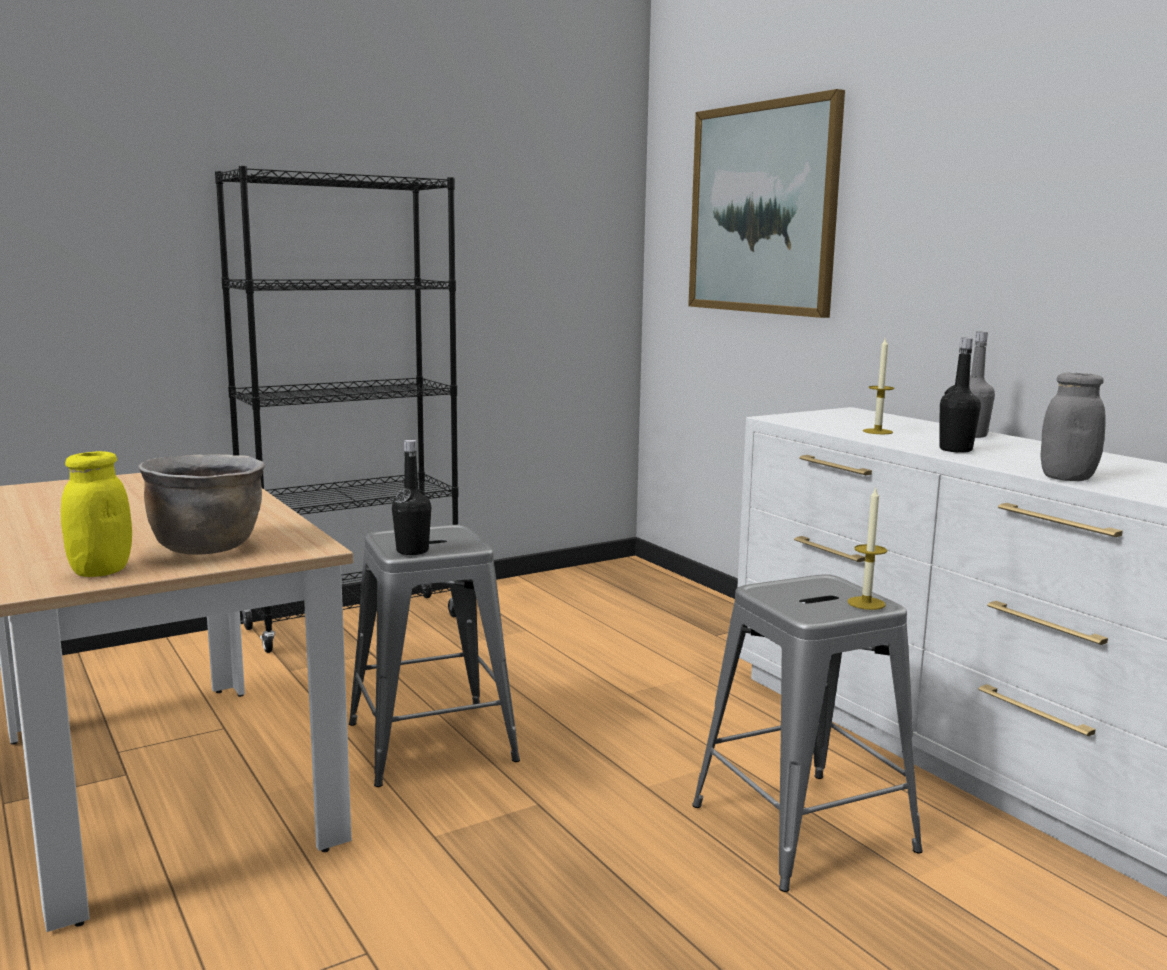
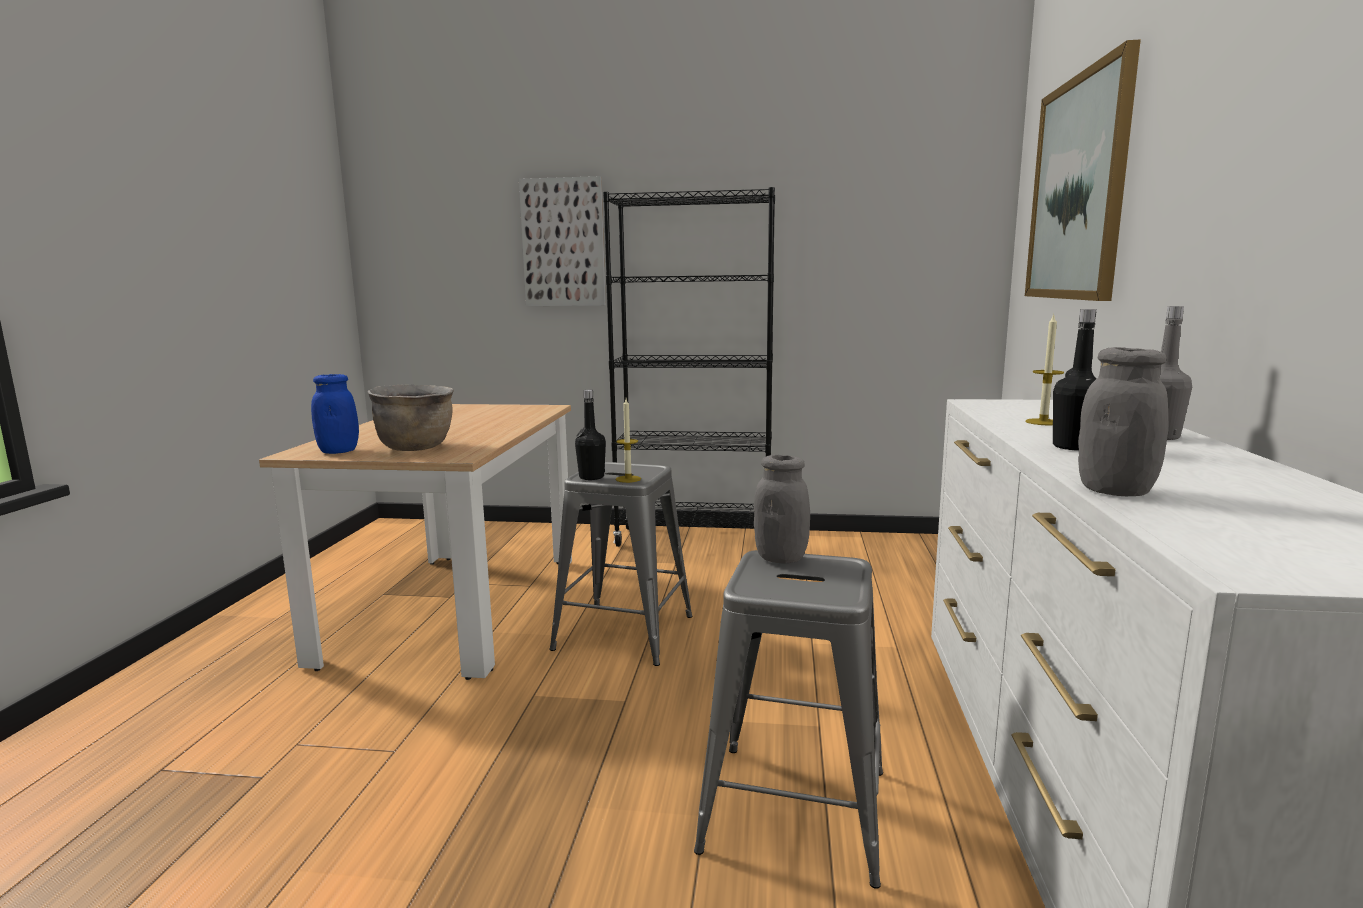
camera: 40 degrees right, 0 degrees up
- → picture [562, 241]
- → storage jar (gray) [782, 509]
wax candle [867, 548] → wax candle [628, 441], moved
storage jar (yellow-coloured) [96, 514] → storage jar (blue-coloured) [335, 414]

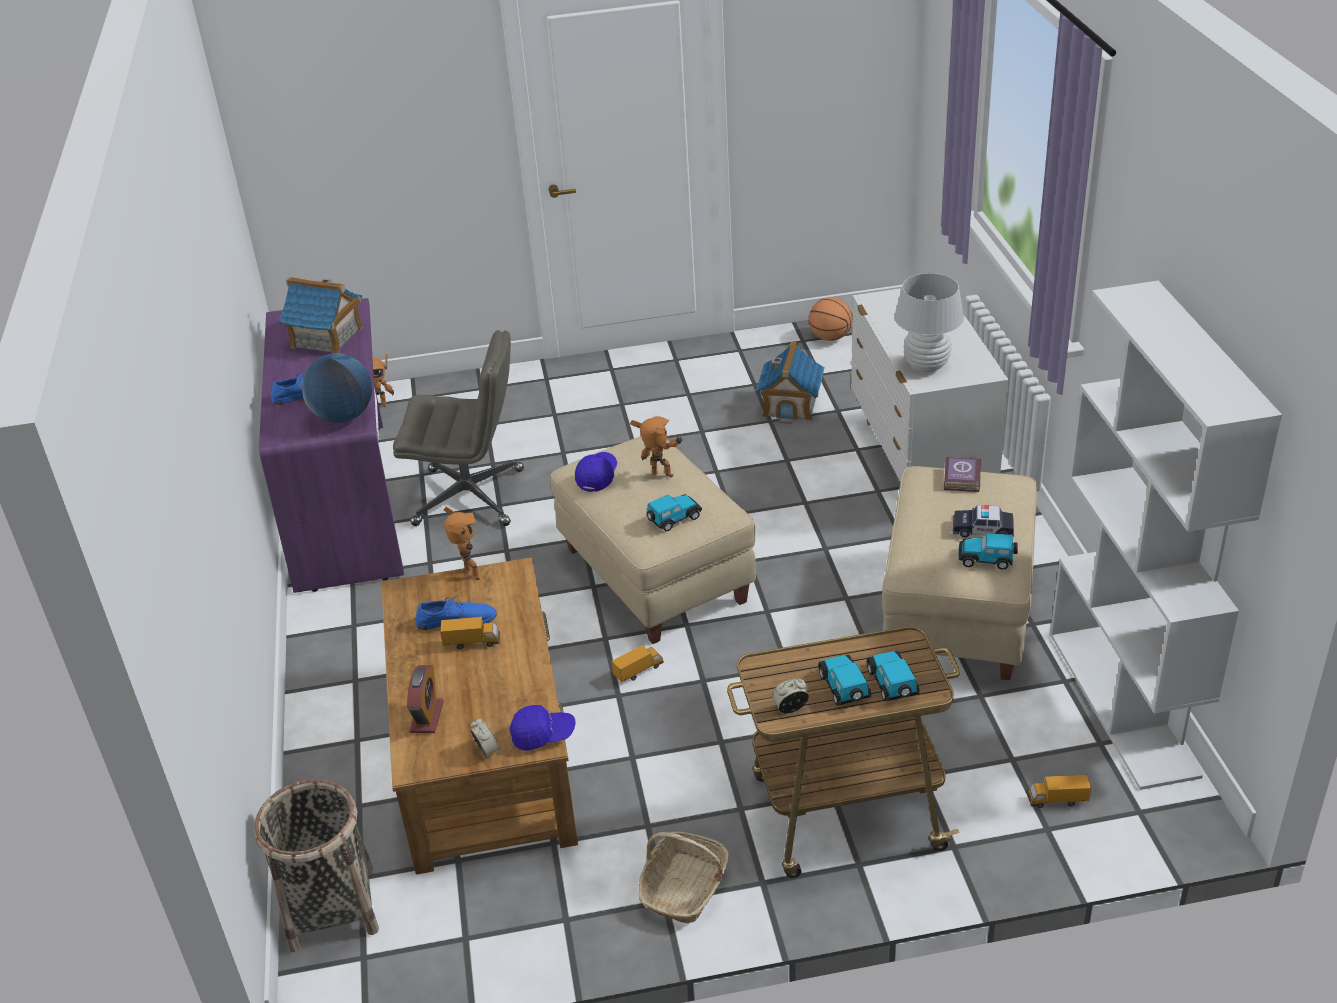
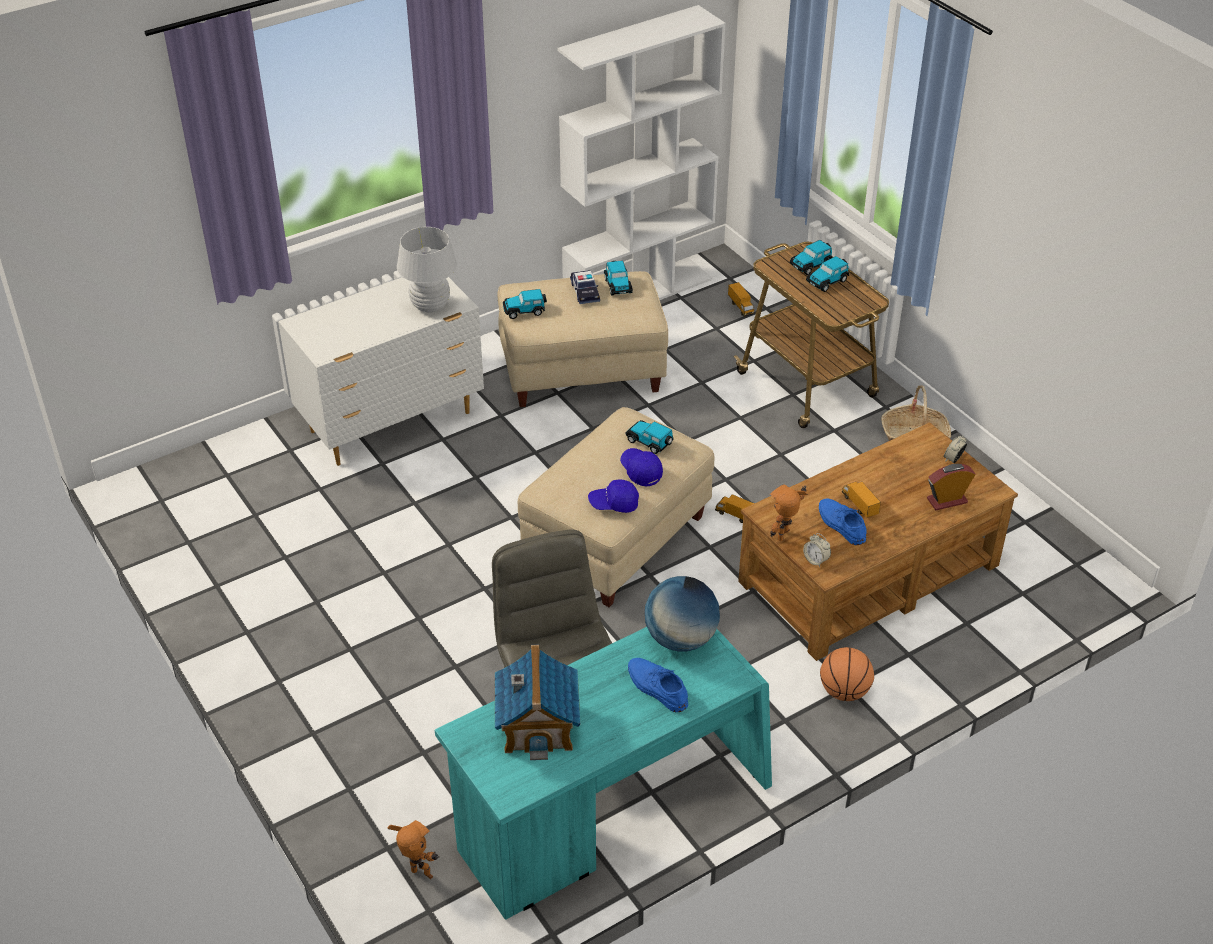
camera: 115 degrees left, 5 degrees up
storage basket [316, 865] → -
robot figure [657, 447] → -
model house [790, 382] → -
cap (blue-coloured) [542, 728] → cap (blue-coloured) [641, 467], moved
alarm clock [790, 695] → alarm clock [817, 550], moved
ball for basketball [831, 319] → ball for basketball [847, 674], moved
volume [962, 474] → toy car [525, 304]
desk unit (purplish) [331, 445] → desk unit (turquoise) [603, 773]

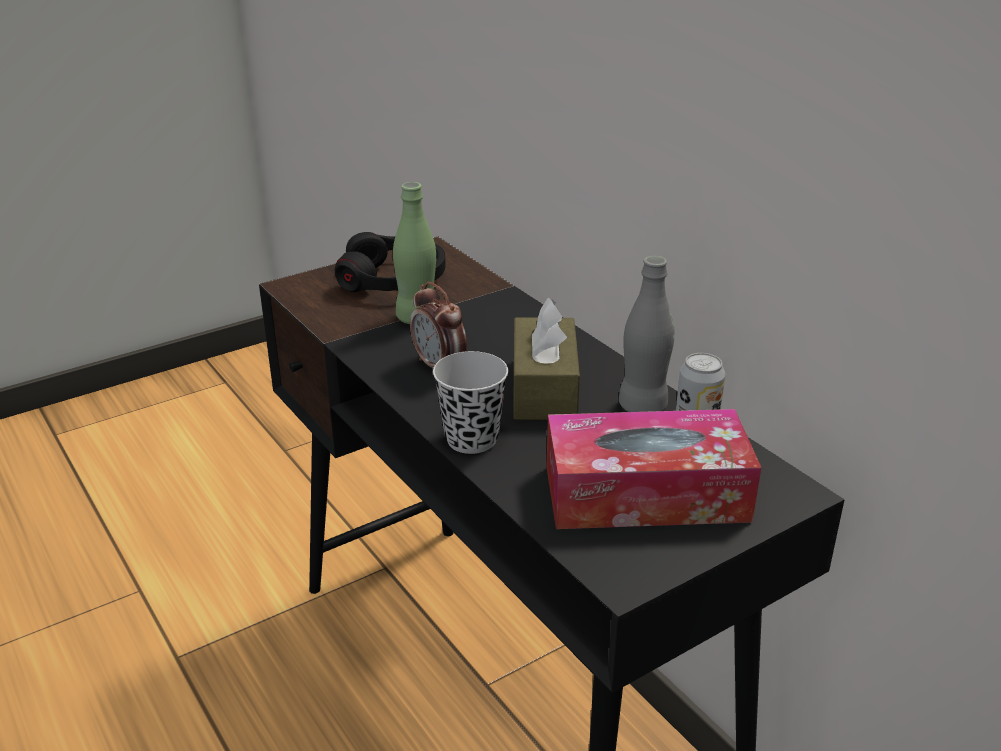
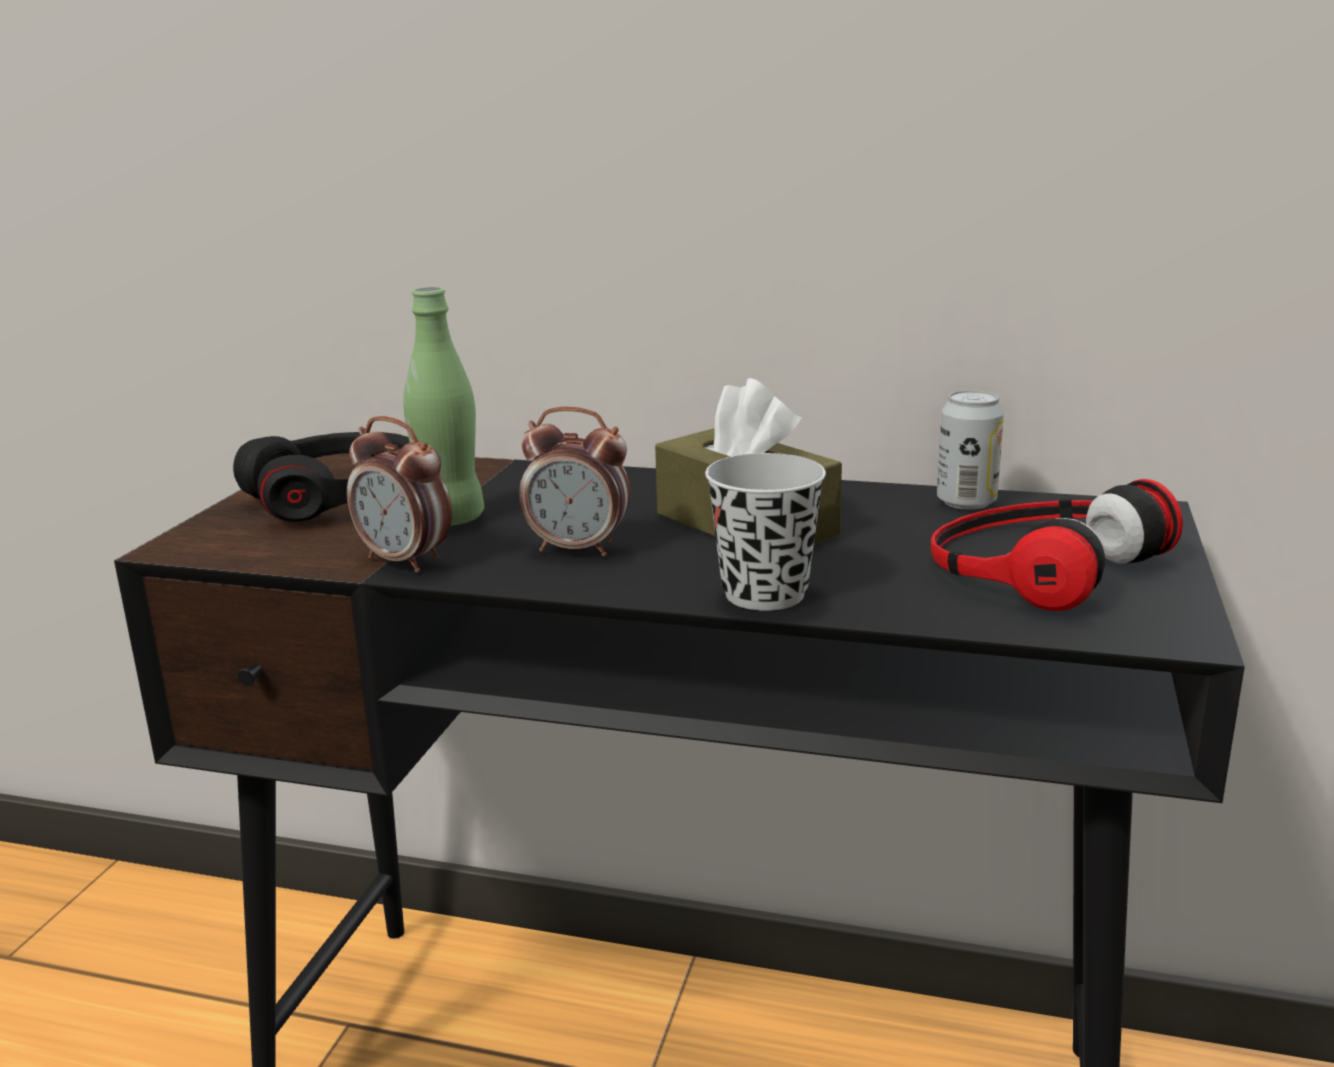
camera: 40 degrees left, 10 degrees down
beverage bottle (gray) [646, 334] → -
- → alarm clock [399, 494]
tissue box [654, 469] → pair of headphones [1057, 545]

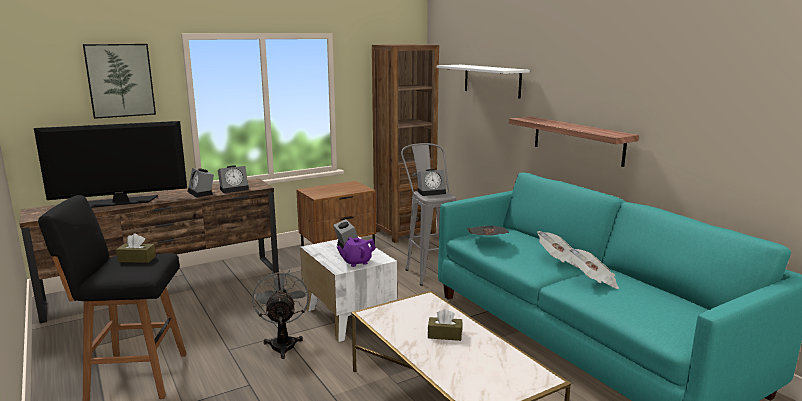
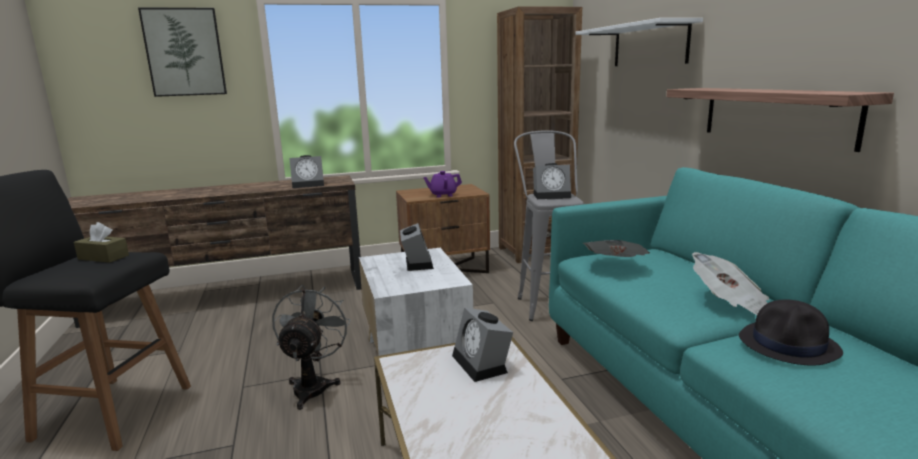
camera: 15 degrees right, 0 degrees up
TV [110, 164] → -
tissue box (brownish) [445, 325] → -
alarm clock [201, 182] → alarm clock [482, 345], moved
teapot (purplish) [356, 252] → teapot (purplish) [442, 184], moved
daily paper [593, 268] → clothing hat (black) [791, 333]

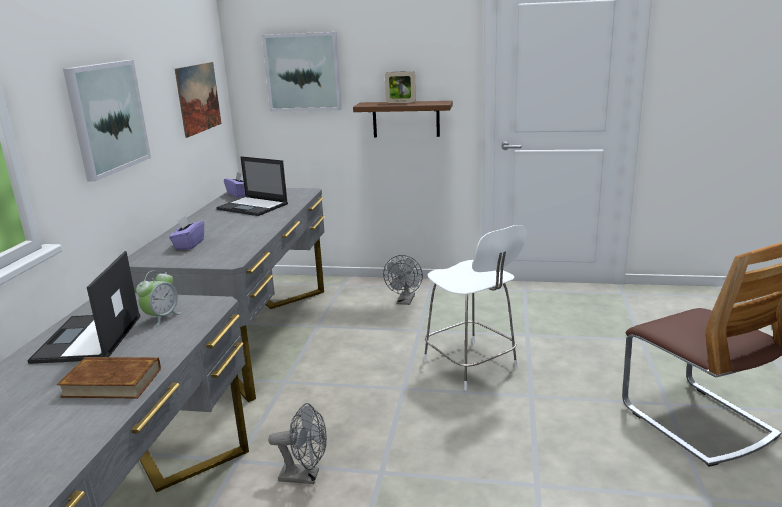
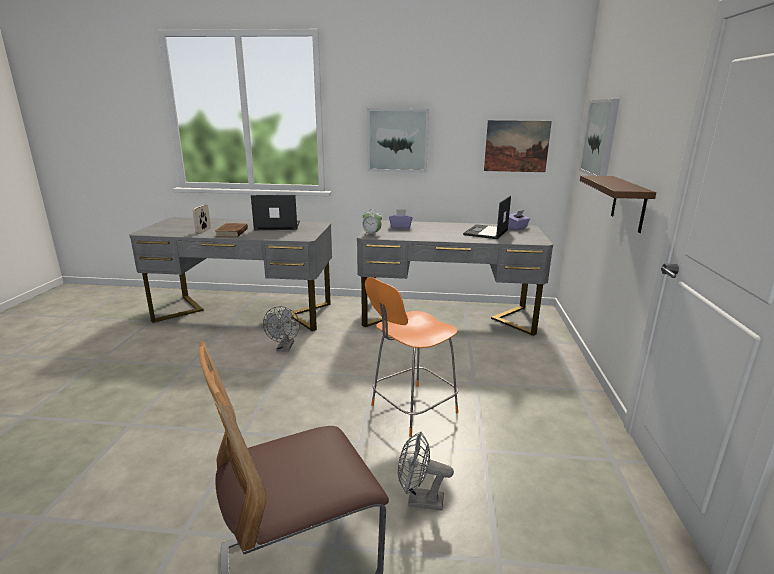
camera: 85 degrees right, 0 degrees up
alarm clock [158, 298] → alarm clock [372, 223], moved
fan (gray) [403, 280] → fan (gray) [426, 471], moved
photo frame [400, 87] → photo frame [202, 219], moved
upright chair (white) [475, 307] → upright chair (orange-coloured) [411, 357]

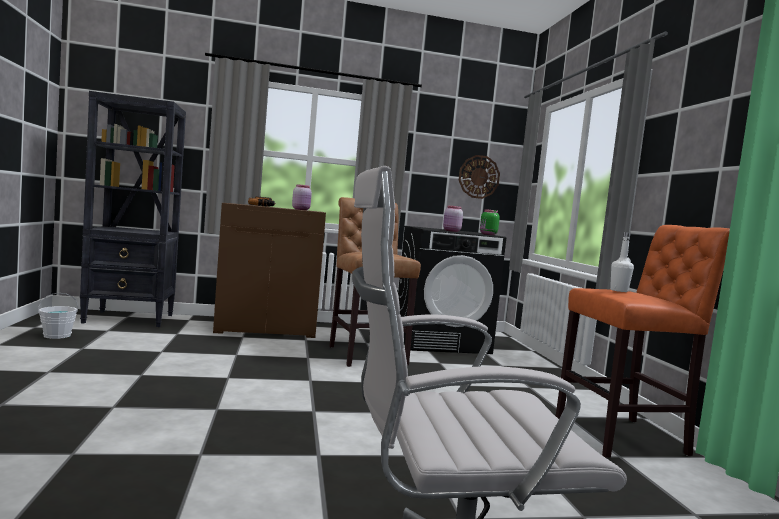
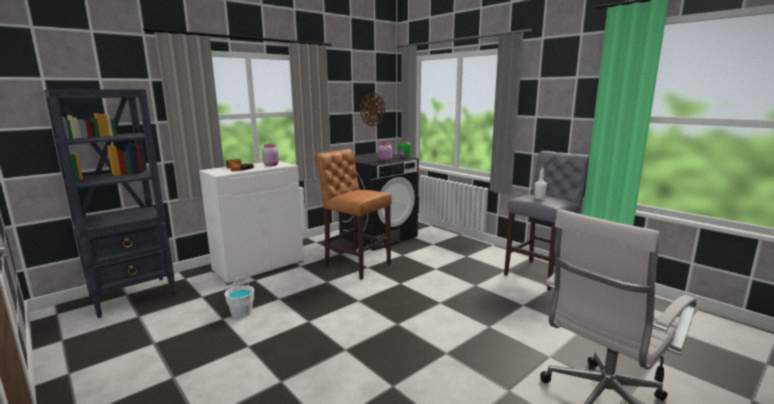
camera: 30 degrees left, 10 degrees up
pail (white) [58, 316] → pail (white) [239, 297], moved
storage cabinet (brownish) [269, 270] → storage cabinet (white) [251, 223]
stool (orange-coloured) [643, 341] → stool (gray) [546, 221]

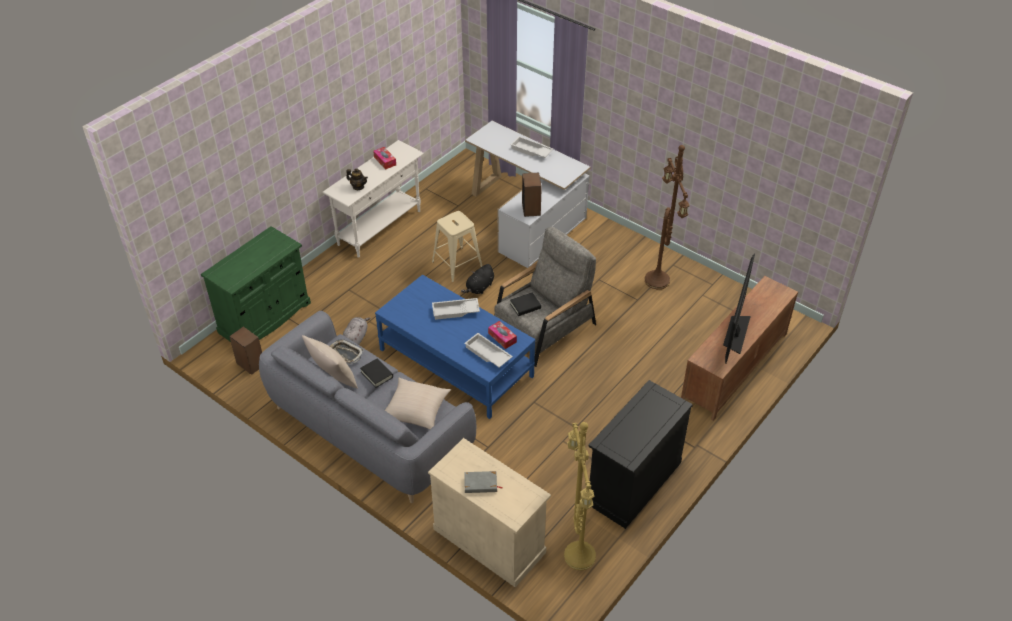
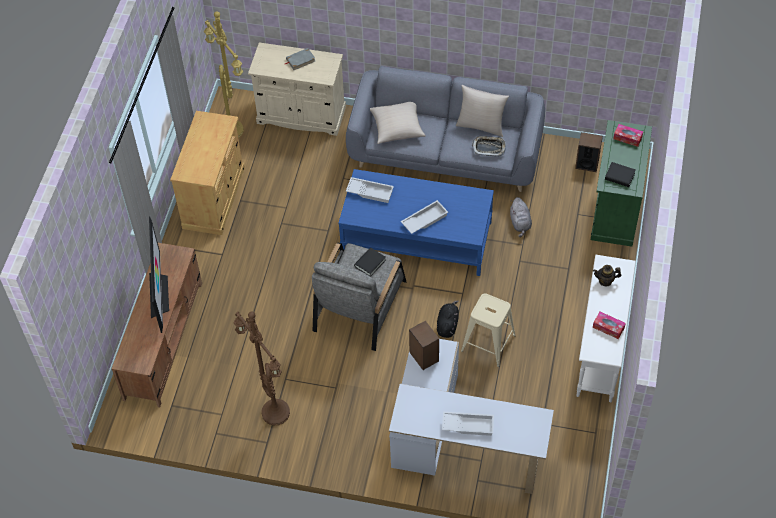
camera: 155 degrees right, 10 degrees up
volume (black) [376, 373] → volume (black) [620, 174], moved
tissue box [502, 335] → tissue box [628, 135], moved
storage cabinet (black) [640, 454] → storage cabinet (sand-coloured) [207, 173]

